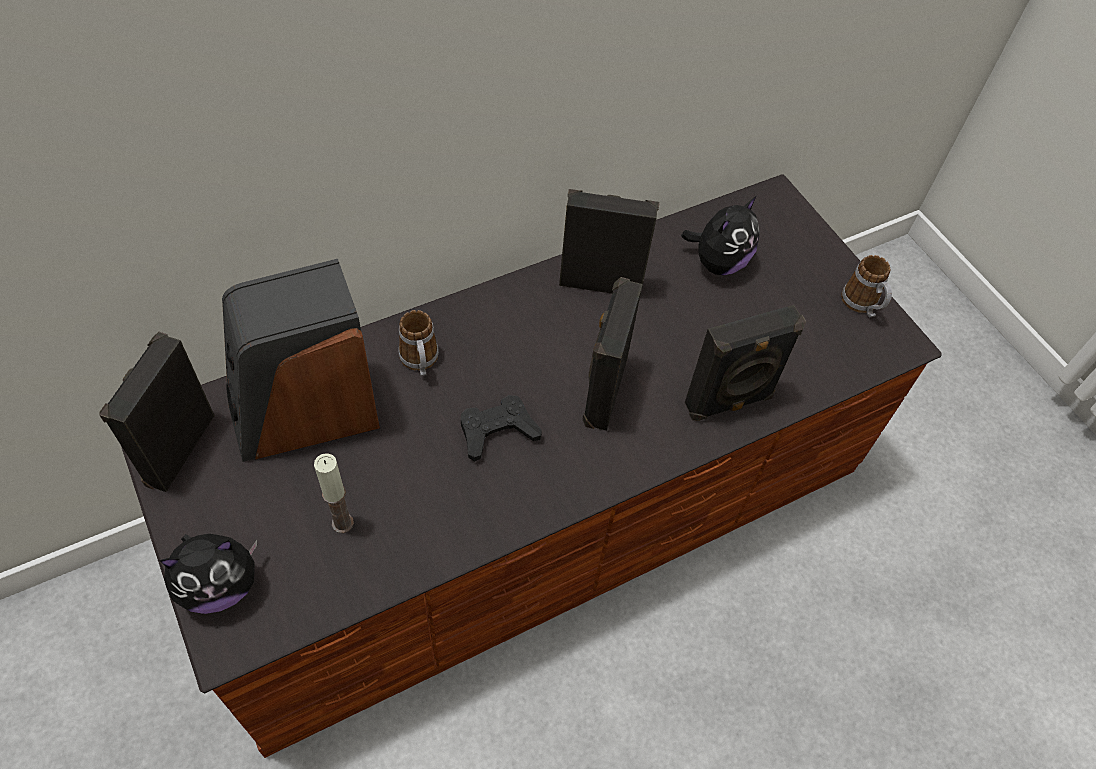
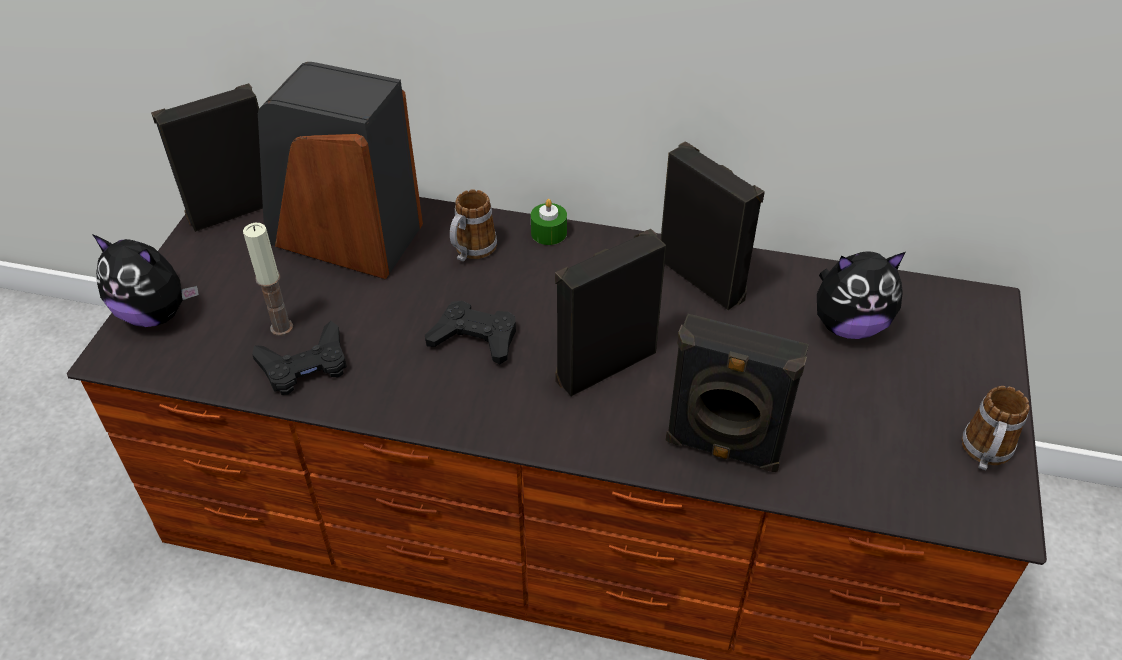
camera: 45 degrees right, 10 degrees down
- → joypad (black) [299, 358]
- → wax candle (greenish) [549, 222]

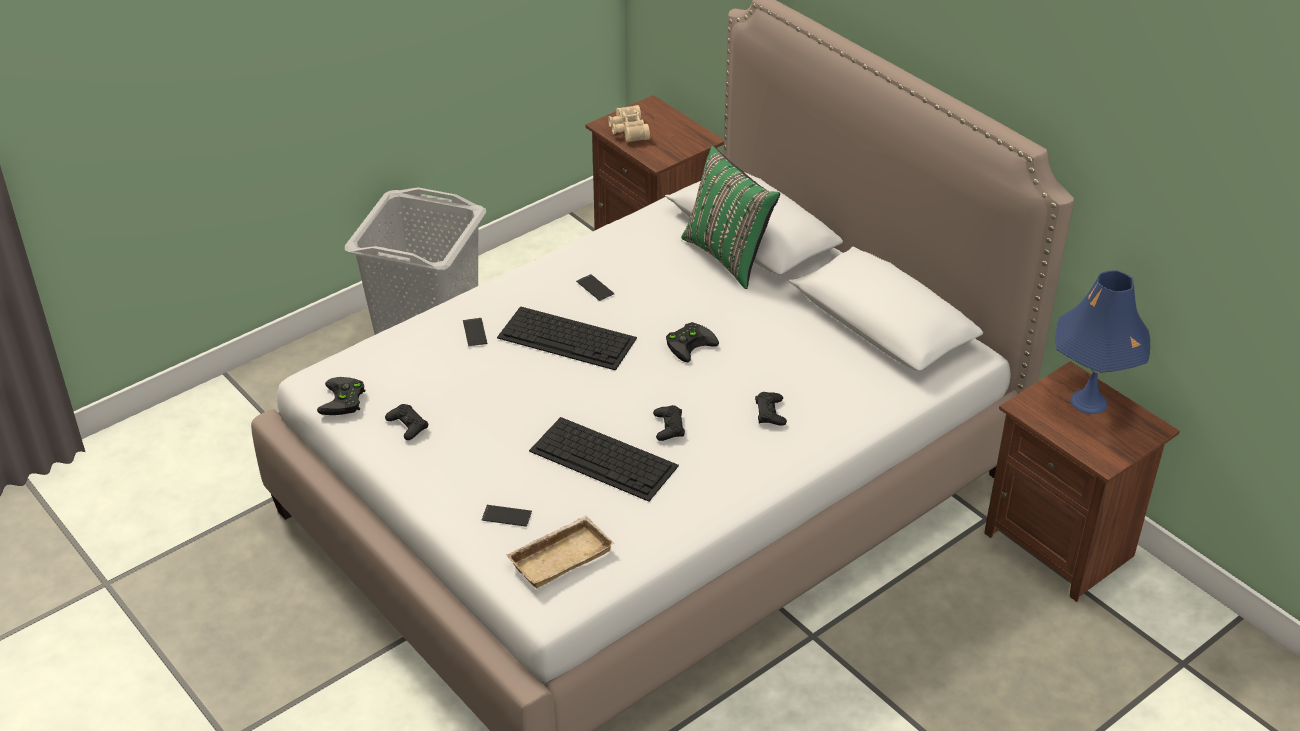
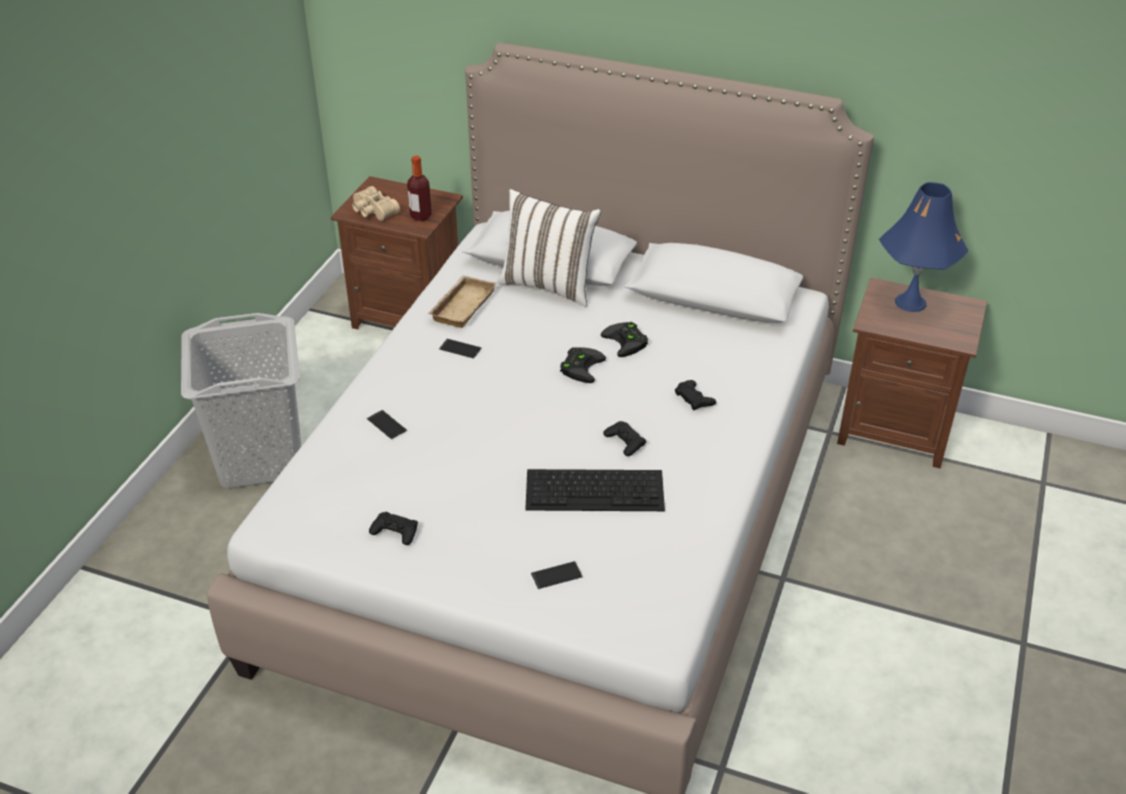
camera: 30 degrees left, 0 degrees up
computer keyboard [567, 338] → -
- → beverage bottle [419, 188]
joypad (black) [341, 396] → joypad (black) [624, 339], moved
carrying tray (sand-coloured) [560, 552] → carrying tray (sand-coloured) [462, 301], moved
throw pillow (greenish) [730, 217] → throw pillow (white) [549, 248]

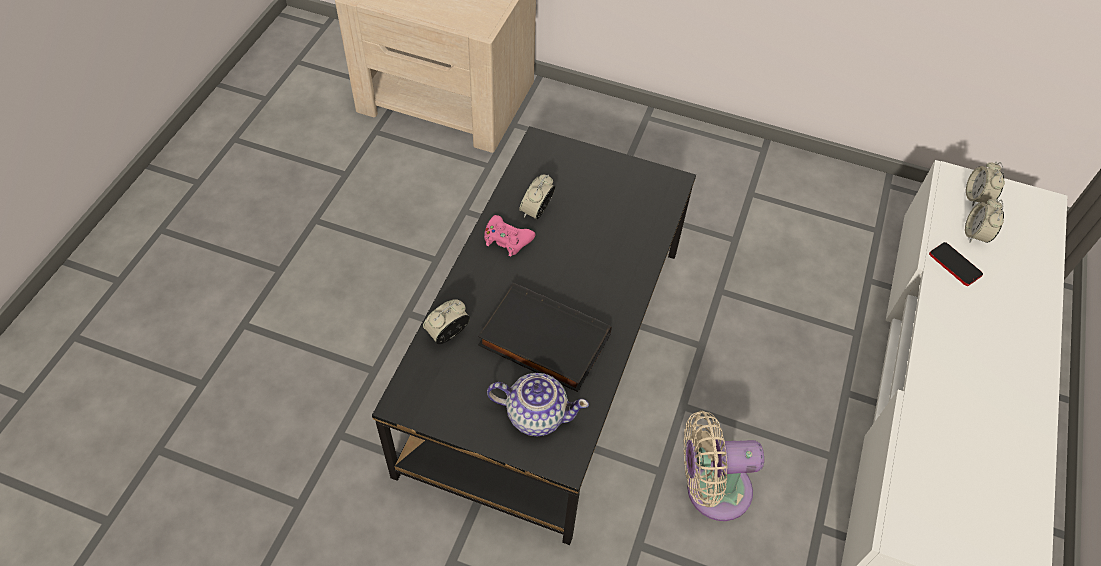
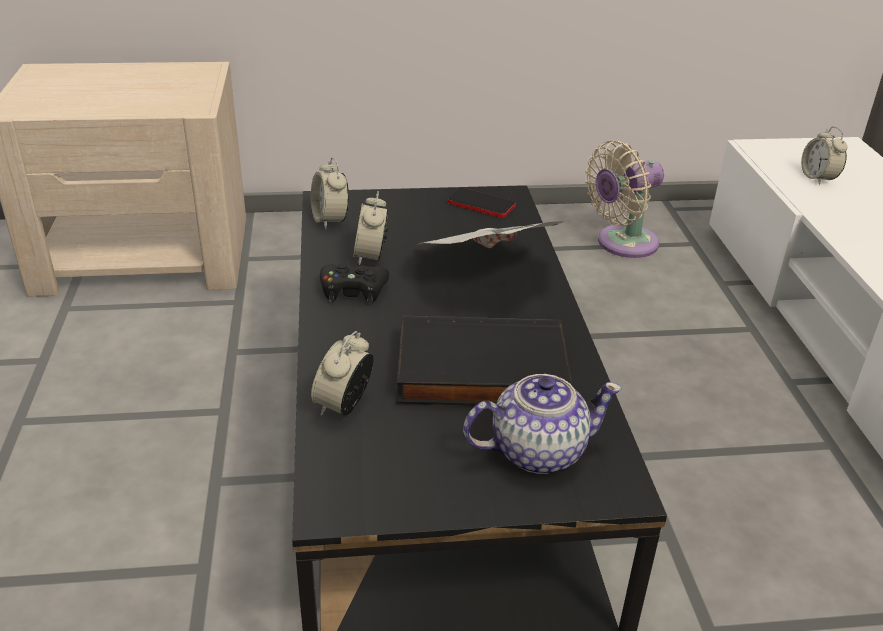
camera: 25 degrees left, 20 degrees down
- → daily paper [492, 234]
fan (sand-coloured) [724, 466] → fan (sand-coloured) [624, 199], moved
telephone [956, 264] → telephone [481, 203], moved
alarm clock [985, 184] → alarm clock [330, 193], moved
joypad (pink-coloured) [509, 236] → joypad (black) [354, 283]

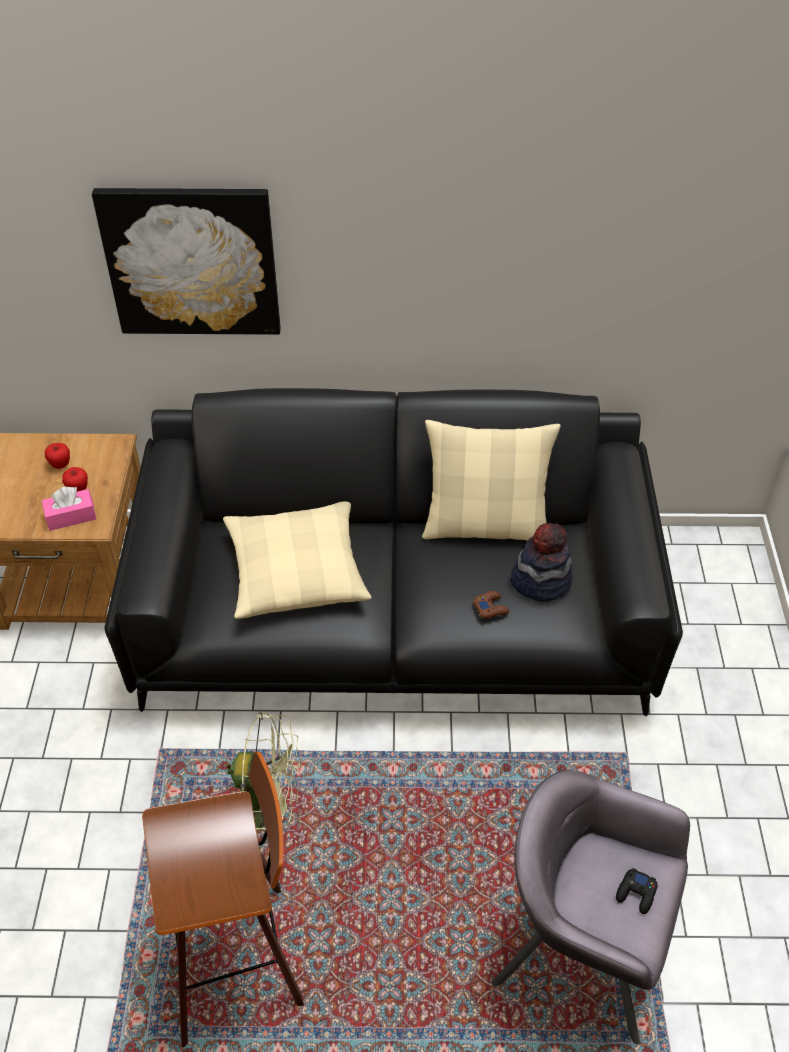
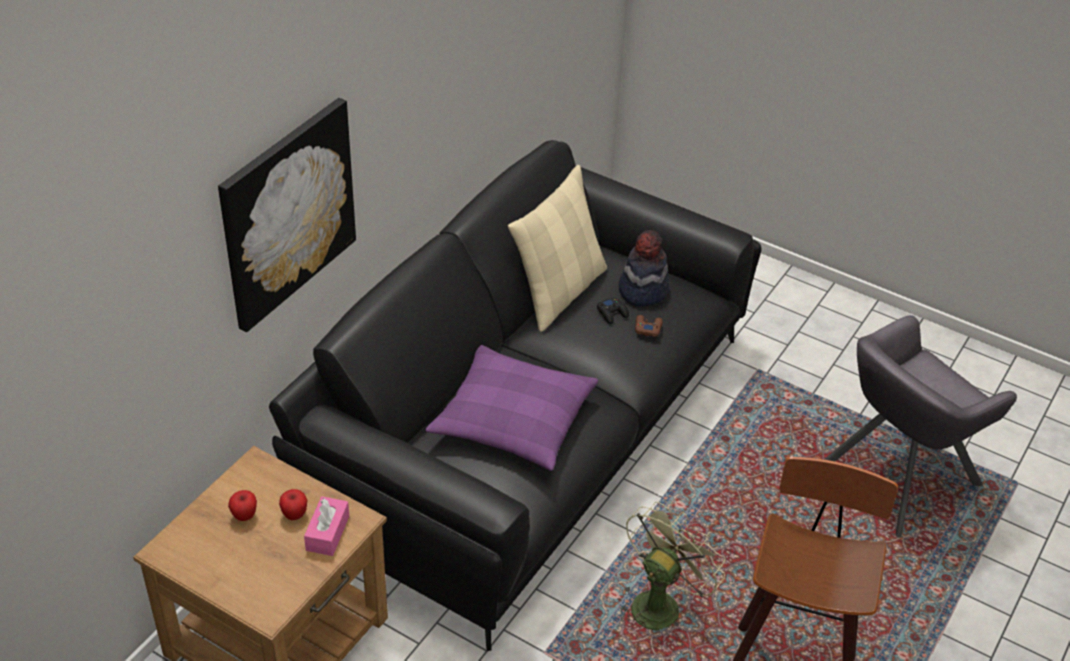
camera: 60 degrees left, 5 degrees down
joypad (black) [637, 891] → joypad (black) [613, 310], moved
throw pillow (sand-coloured) [297, 560] → throw pillow (purplish) [511, 408]

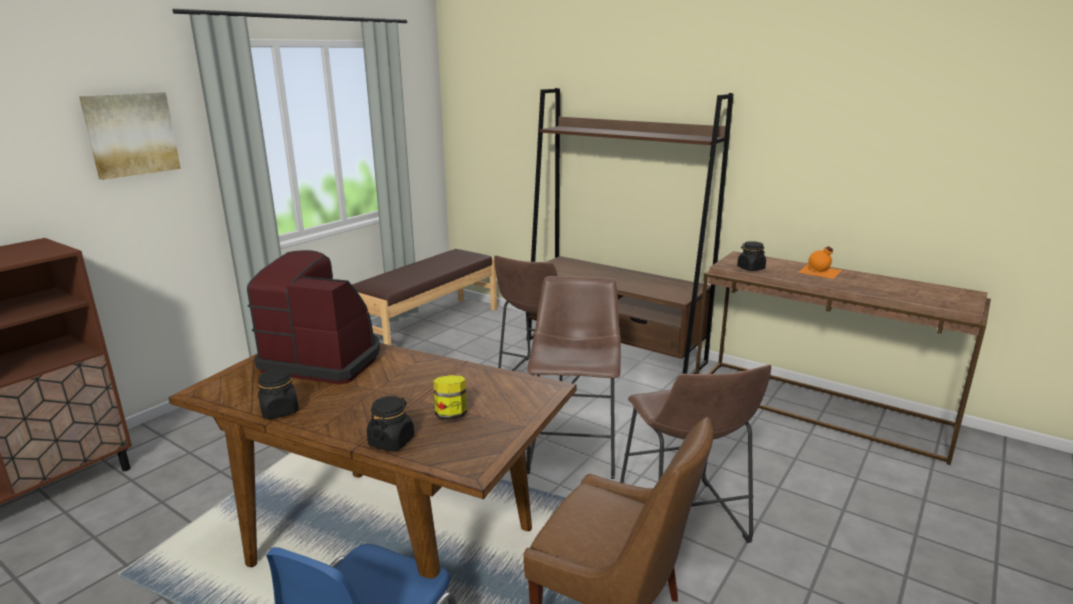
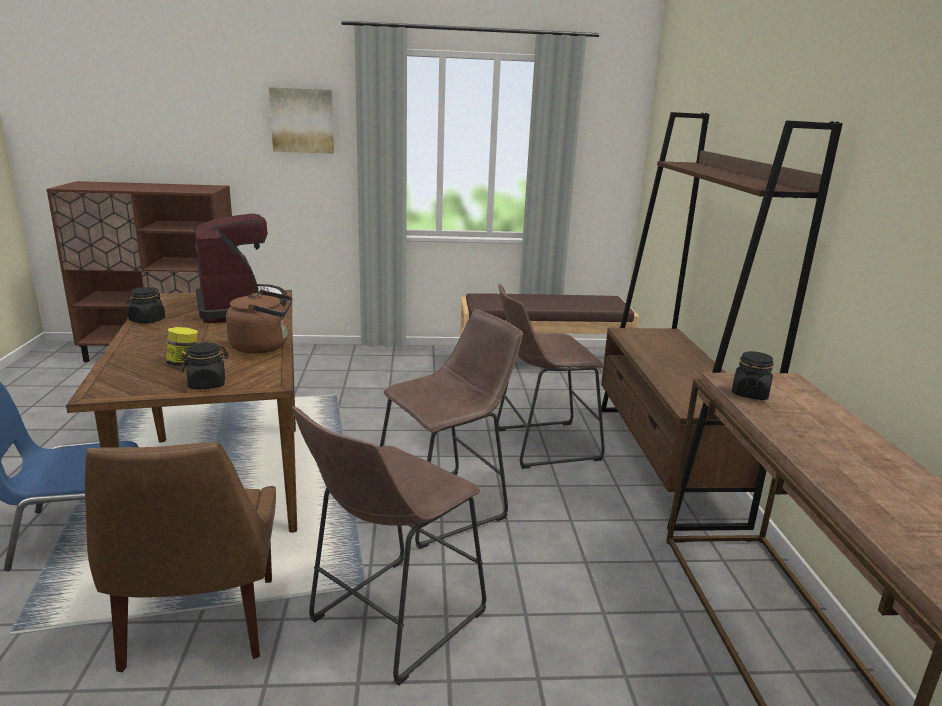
camera: 50 degrees right, 0 degrees up
beverage bottle (orange-coloured) [820, 262] → -
- → tea kettle (brownish) [259, 322]
storage jar (black) [390, 423] → storage jar (black) [205, 365], moved

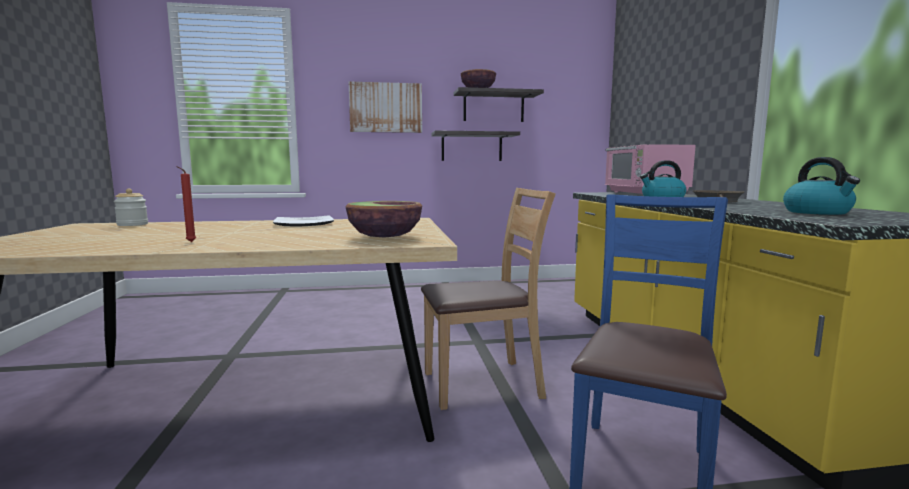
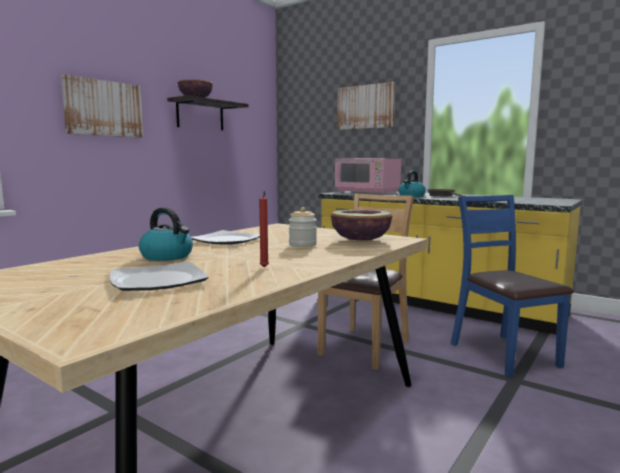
camera: 45 degrees left, 0 degrees up
shelf [475, 145] → -
- → flat dish [159, 276]
- → picture [366, 106]
storage jar [131, 207] → storage jar [303, 227], moved
tea kettle [821, 186] → tea kettle [166, 234], moved

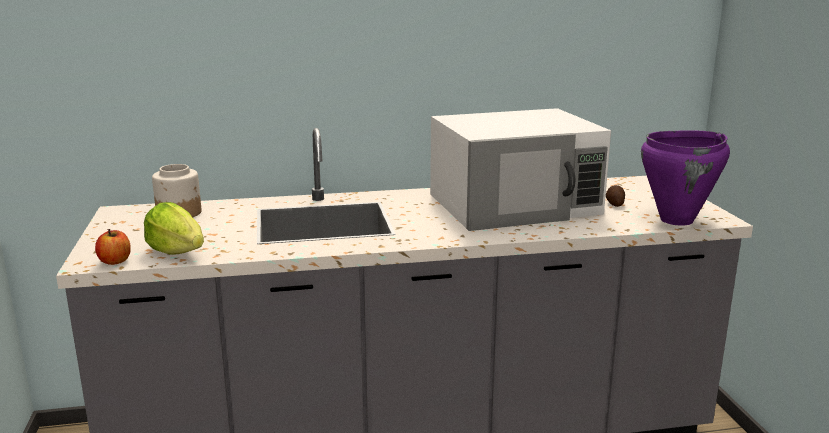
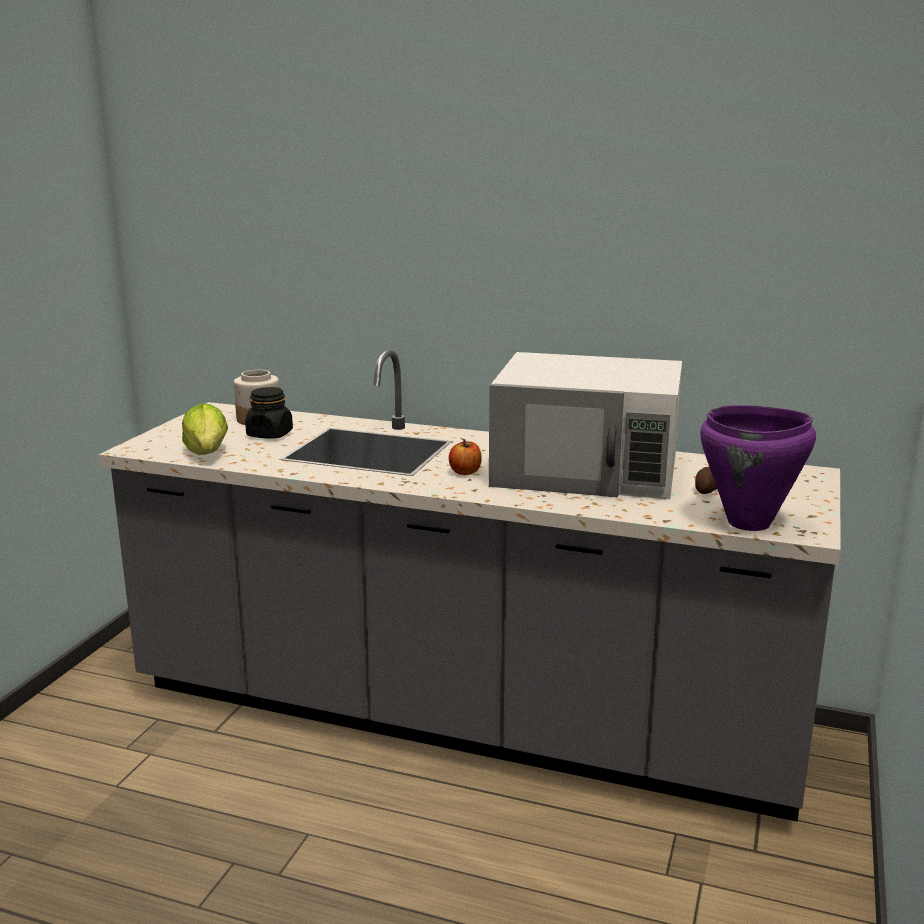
camera: 30 degrees right, 0 degrees up
- → storage jar (black) [269, 413]
apple [113, 247] → apple [465, 457], moved

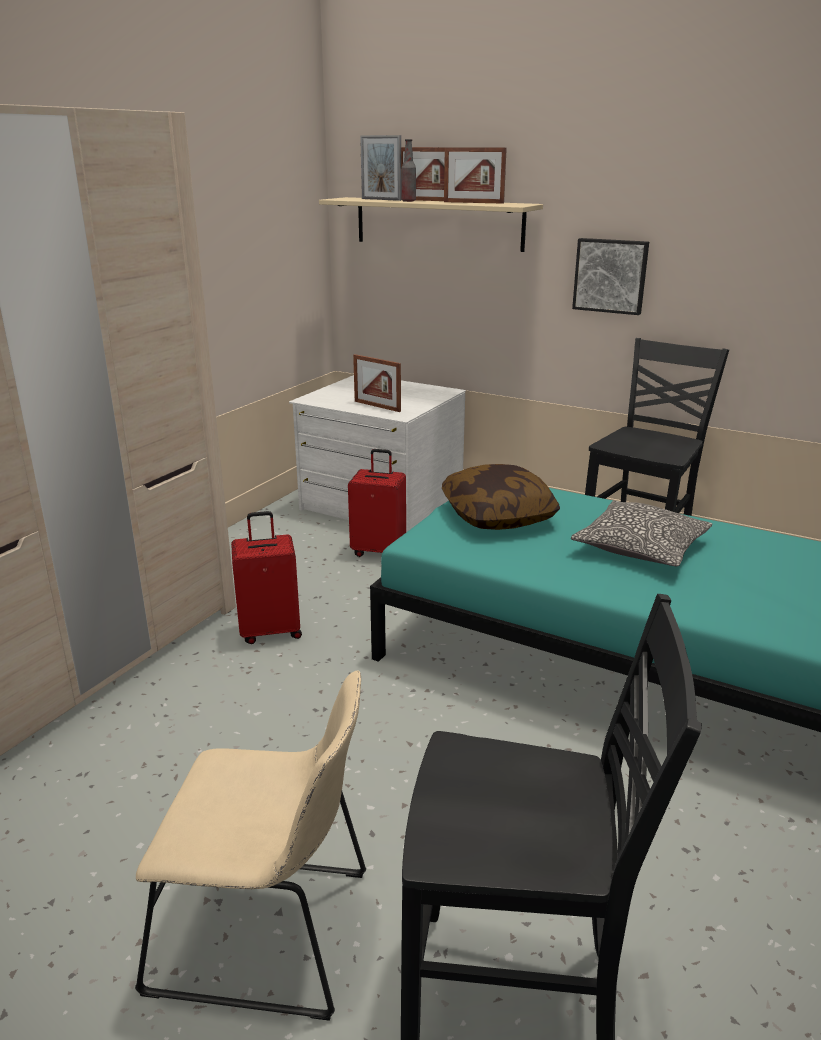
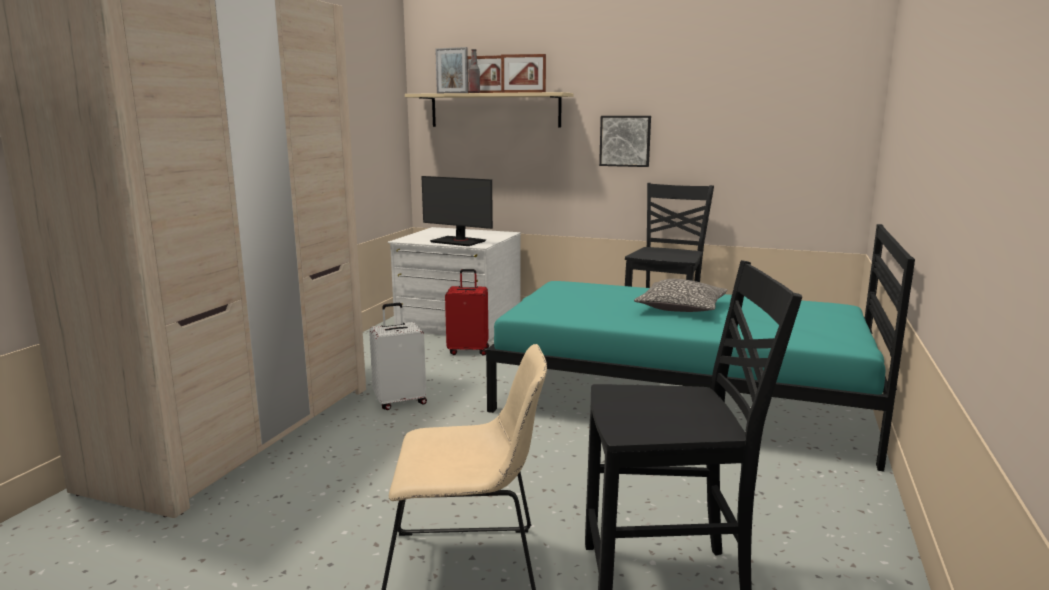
camera: 10 degrees left, 10 degrees down
throw pillow [501, 497] → -
photo frame [377, 383] → monitor [457, 211]
piece of luggage (red-coloured) [266, 577] → piece of luggage (white) [398, 356]

